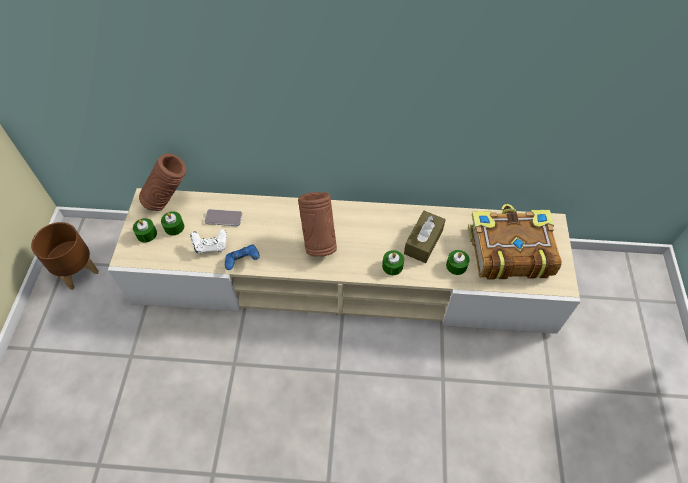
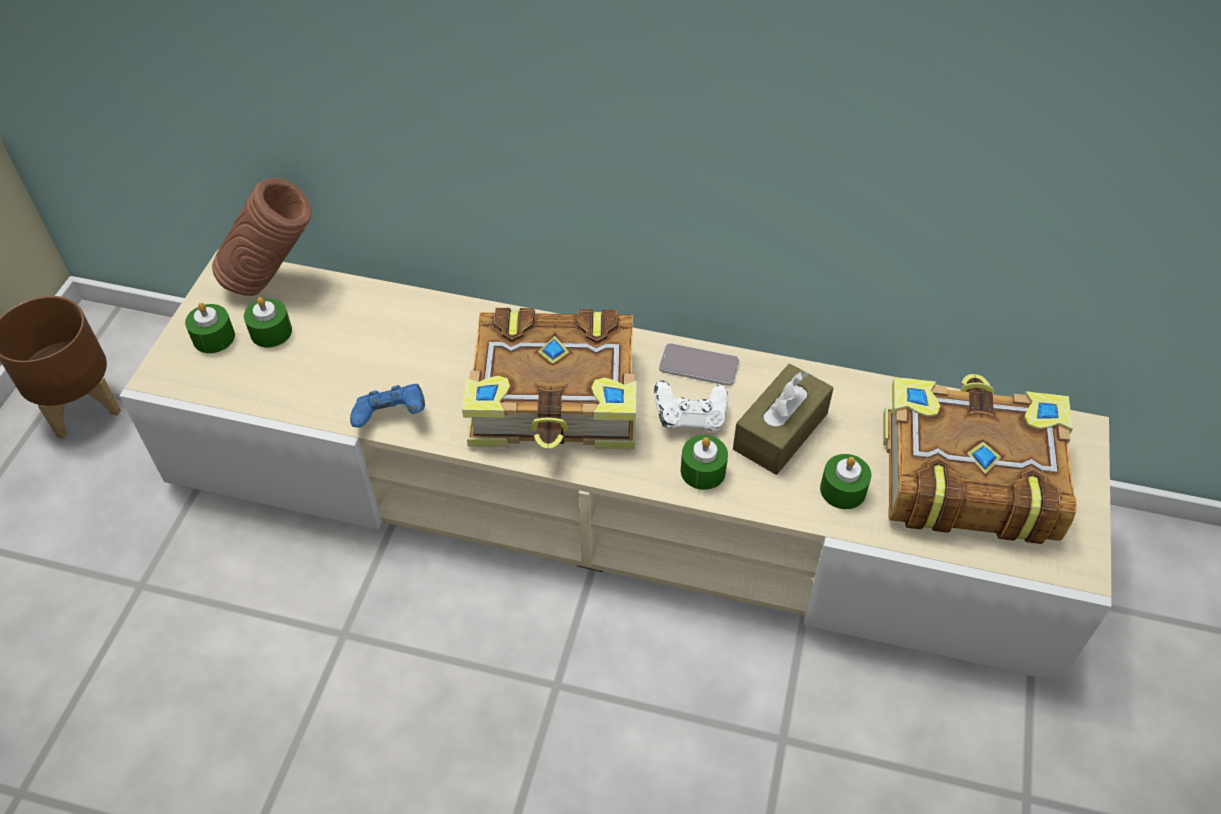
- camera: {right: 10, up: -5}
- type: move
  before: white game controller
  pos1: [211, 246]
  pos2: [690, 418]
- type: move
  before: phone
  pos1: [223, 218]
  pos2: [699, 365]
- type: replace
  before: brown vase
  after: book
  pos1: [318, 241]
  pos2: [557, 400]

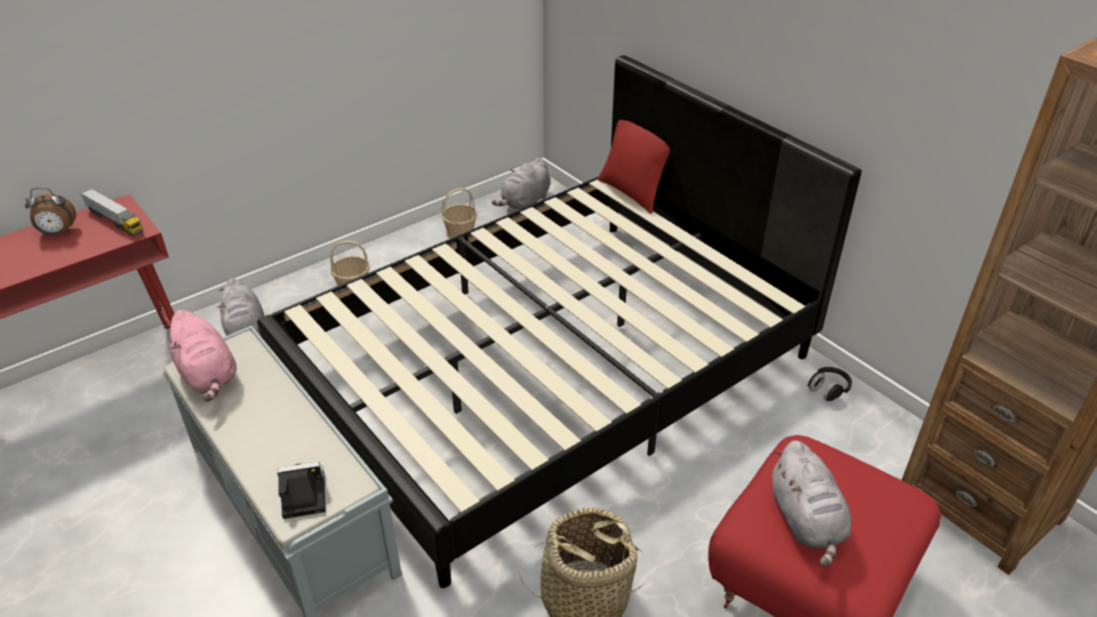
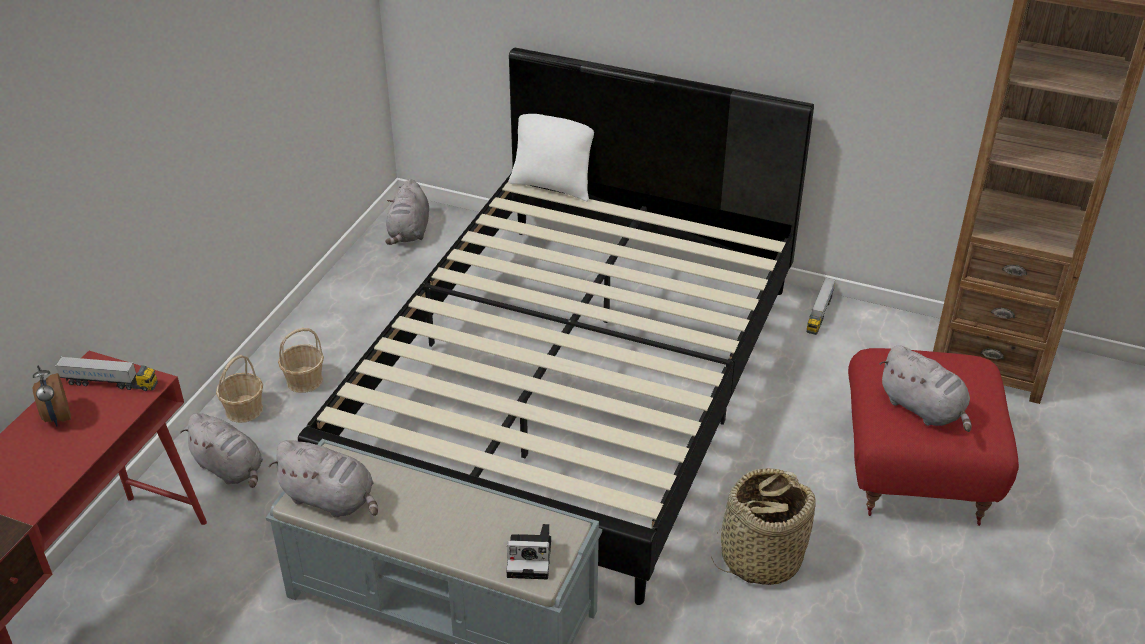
- camera: {right: -30, up: 0}
- type: move
  before: basket
  pos1: [461, 233]
  pos2: [244, 409]
- type: replace
  before: black headphones
  after: toy truck
  pos1: [828, 390]
  pos2: [819, 313]
- type: recolor
  before: pink plush toy
  after: grey plush toy
  pos1: [208, 376]
  pos2: [331, 499]
- type: recolor
  before: red pillow
  after: white pillow
  pos1: [632, 193]
  pos2: [552, 186]
- type: rotate
  before: alarm clock
  pos1: [58, 233]
  pos2: [57, 417]
  turn: 105
- type: rotate
  before: photo camera
  pos1: [301, 496]
  pos2: [531, 558]
  turn: -135

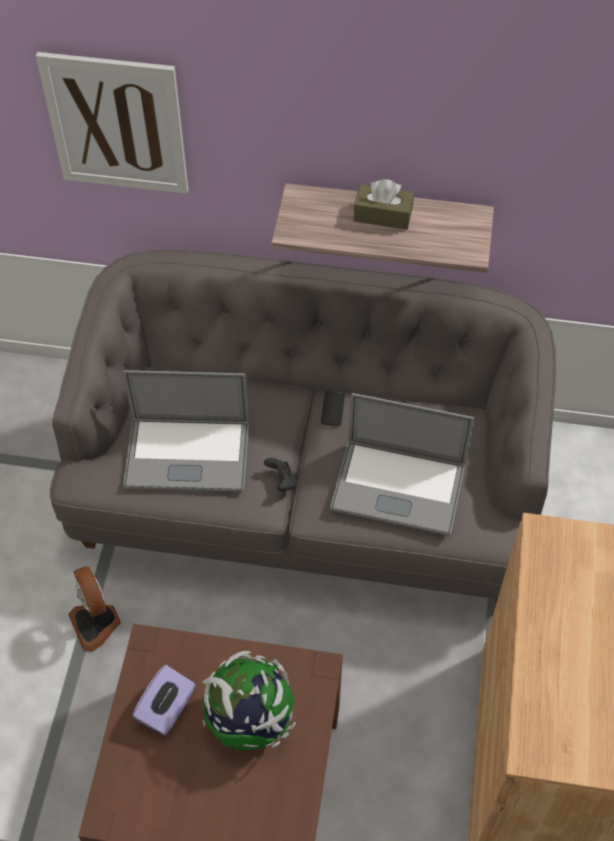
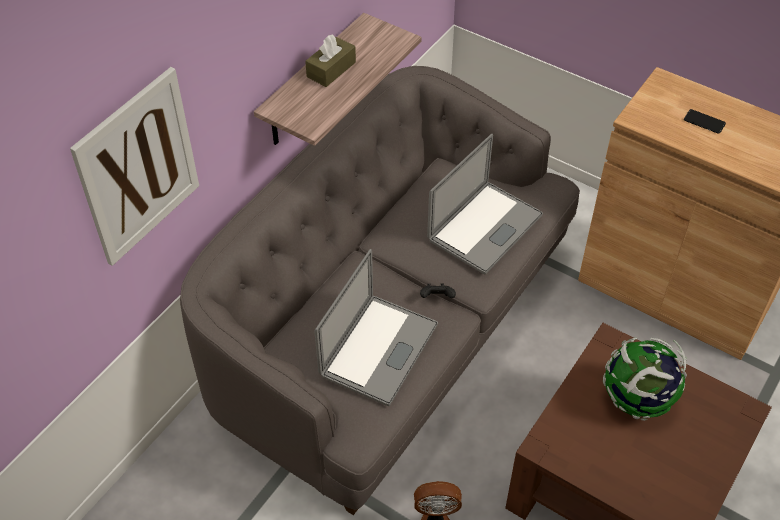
- camera: {right: -65, up: -5}
- type: delete
  before: purple tissue box
  pos1: [167, 709]
- type: move
  before: phone
  pos1: [333, 408]
  pos2: [704, 122]

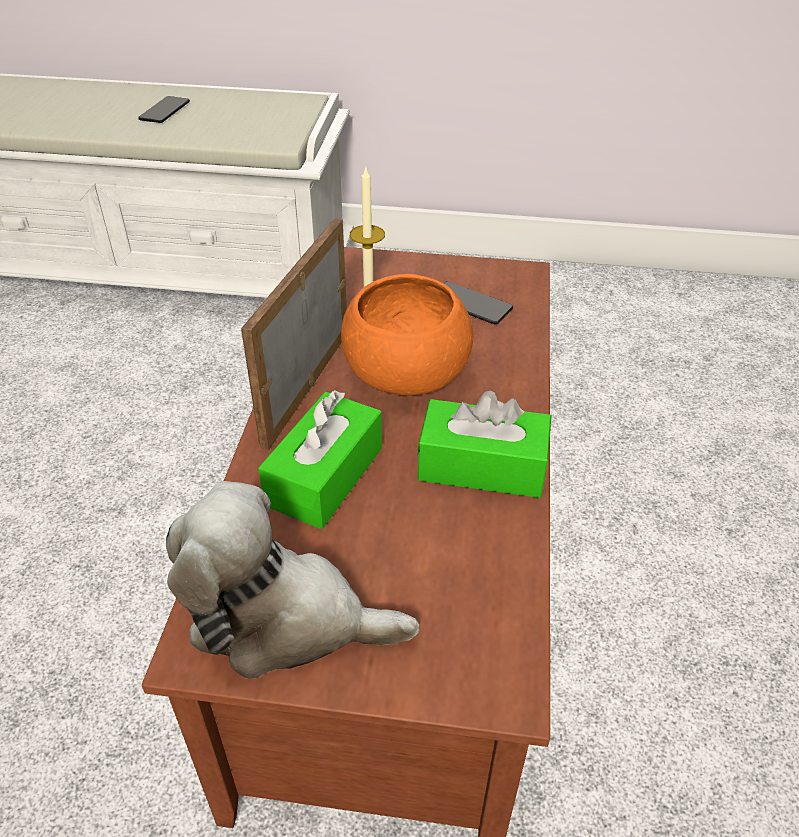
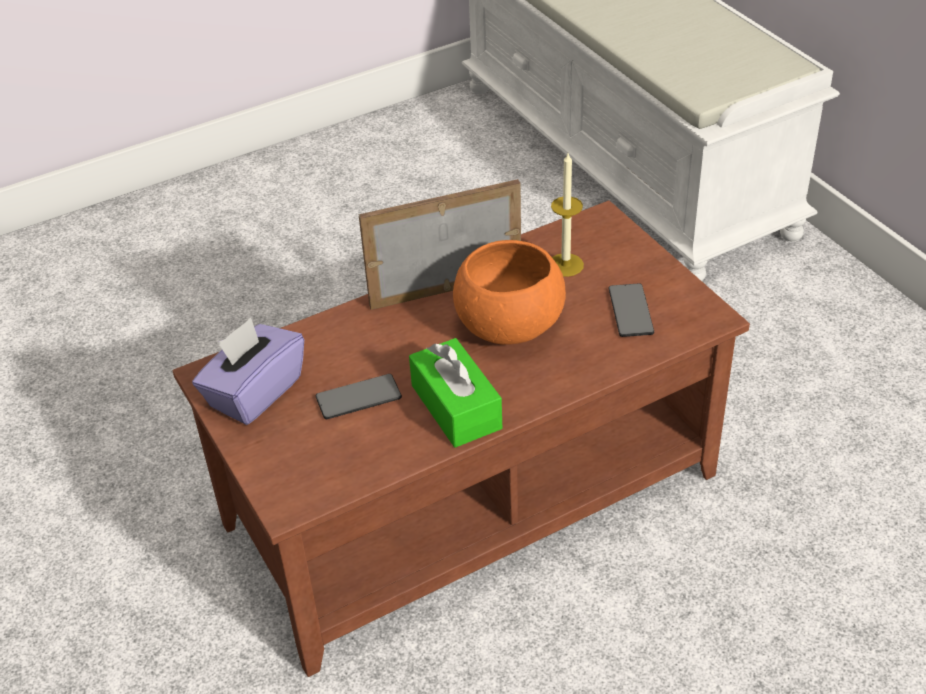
- camera: {right: 55, up: 0}
- type: delete
  before: green tissue box
  pos1: [325, 476]
- type: move
  before: phone
  pos1: [164, 111]
  pos2: [358, 398]
- type: replace
  before: plush toy
  after: purple tissue box
  pos1: [283, 618]
  pos2: [254, 392]

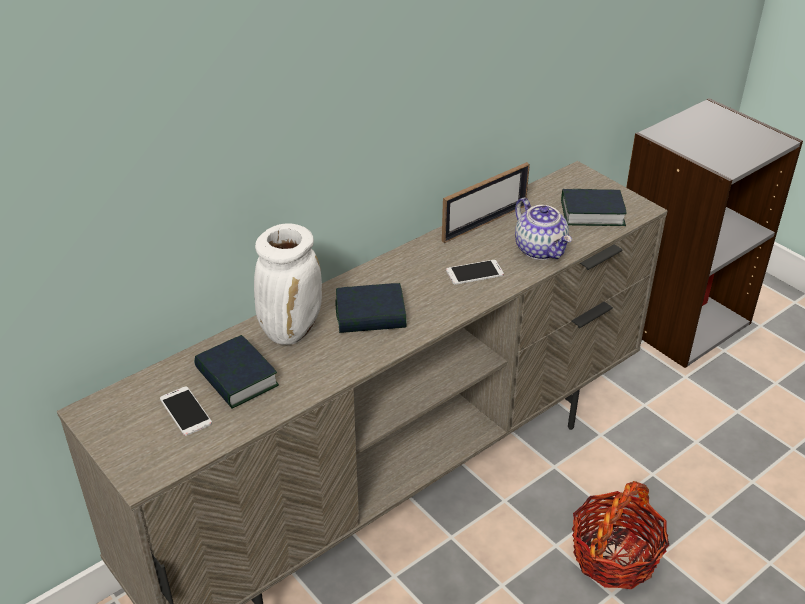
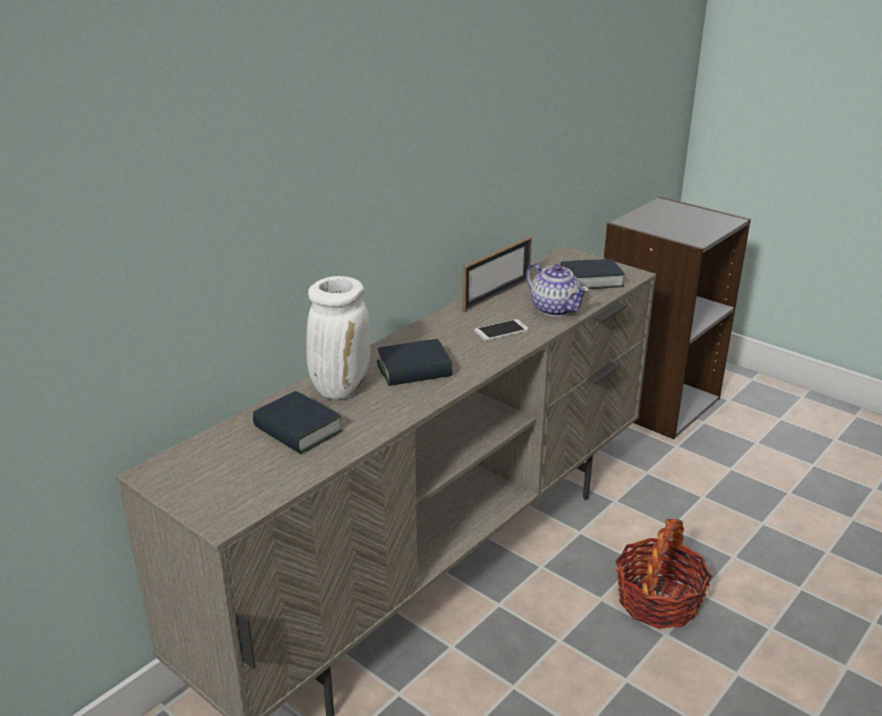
- camera: {right: -10, up: -10}
- type: delete
  before: phone
  pos1: [185, 411]

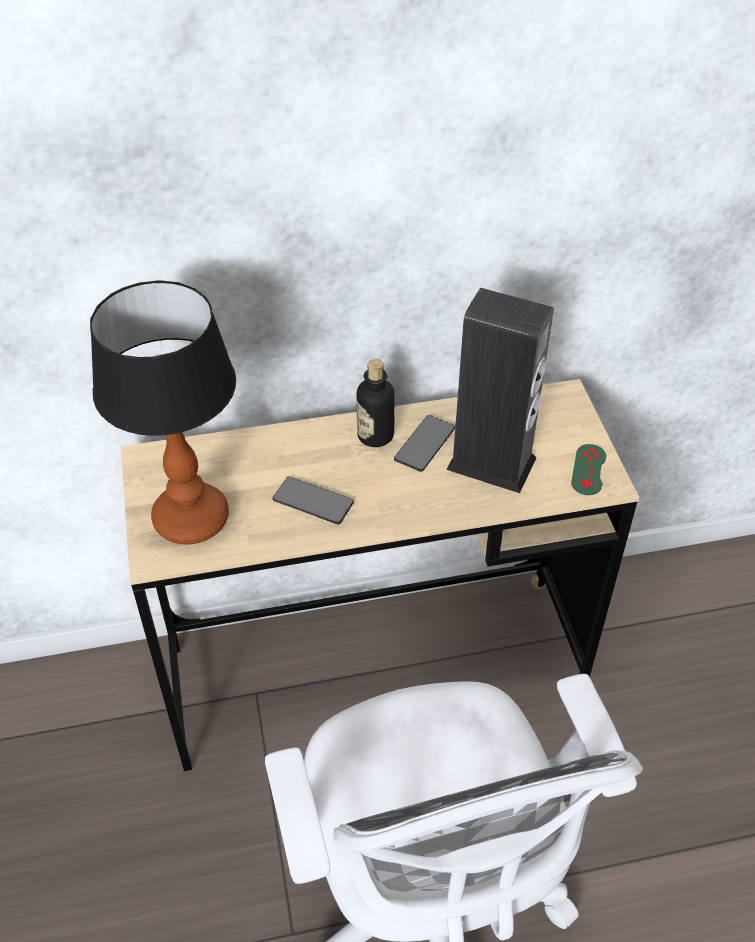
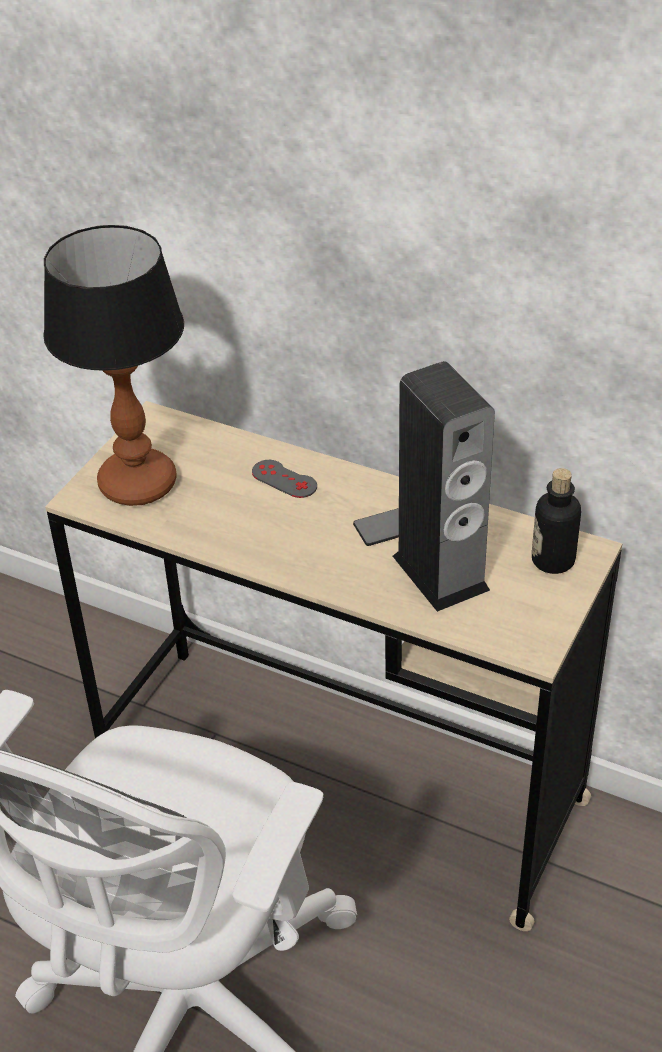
- camera: {right: 40, up: -5}
- type: delete
  before: phone
  pos1: [313, 501]
- type: delete
  before: green game controller
  pos1: [588, 470]
- type: insert
  after: grey game controller
  pos2: [284, 479]
- type: move
  before: bottle
  pos1: [375, 435]
  pos2: [553, 560]

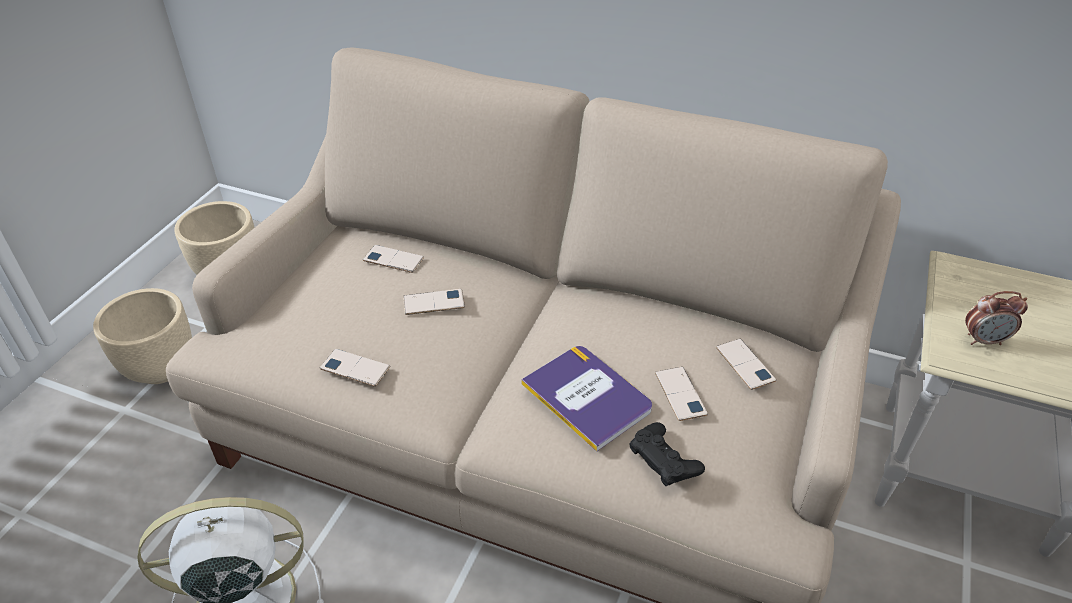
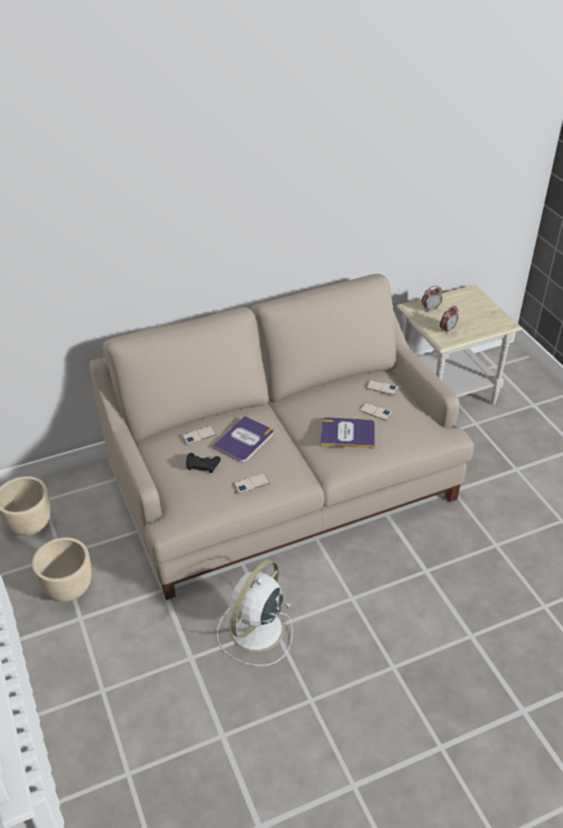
- camera: {right: -45, up: 0}
- type: insert
  after: alarm clock
  pos2: [430, 309]
- type: move
  before: black game controller
  pos1: [664, 459]
  pos2: [202, 464]
- type: replace
  before: phone
  after: book
  pos1: [434, 302]
  pos2: [244, 440]

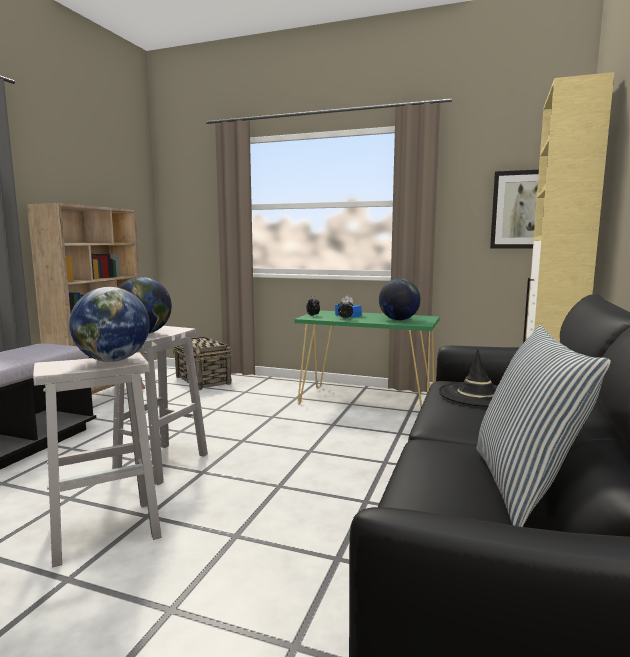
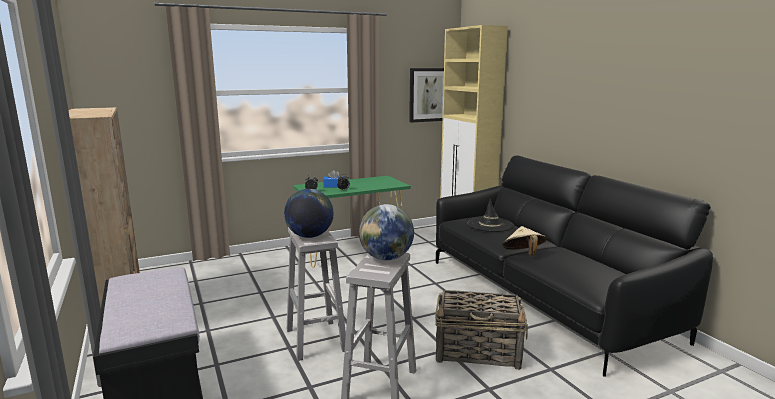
- camera: {right: -45, up: 5}
- type: delete
  before: globe
  pos1: [398, 320]
- type: delete
  before: pillow
  pos1: [524, 487]
- type: insert
  after: beige hat
  pos2: [523, 255]
- type: move
  before: basket
  pos1: [203, 381]
  pos2: [478, 352]

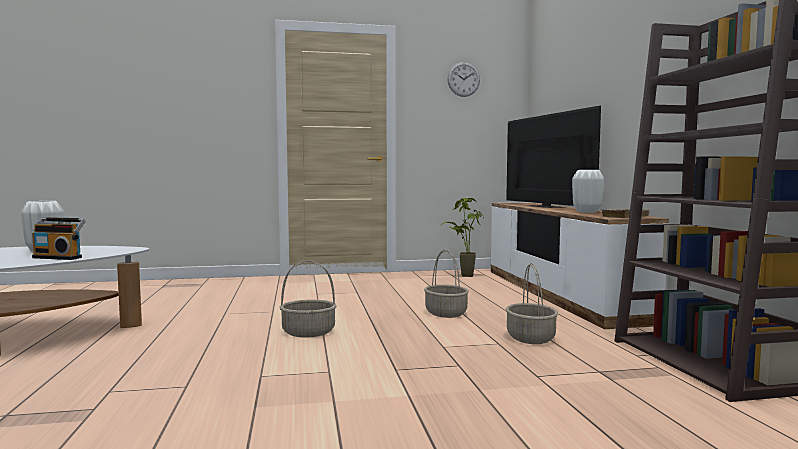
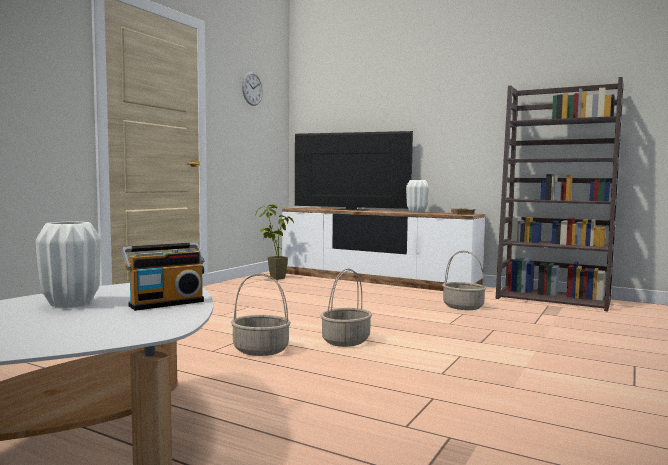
- camera: {right: -50, up: 0}
- type: move
  before: basket
  pos1: [445, 313]
  pos2: [260, 350]

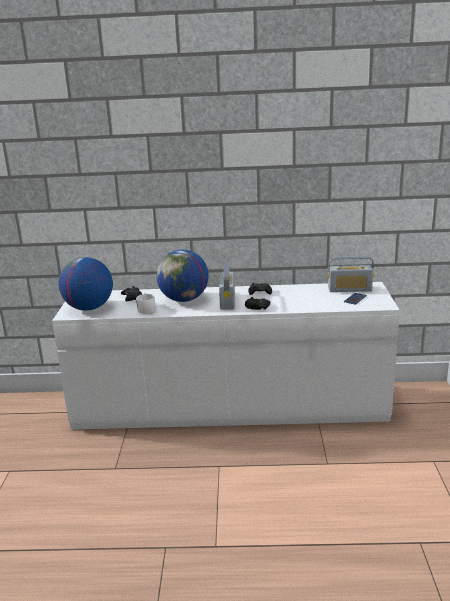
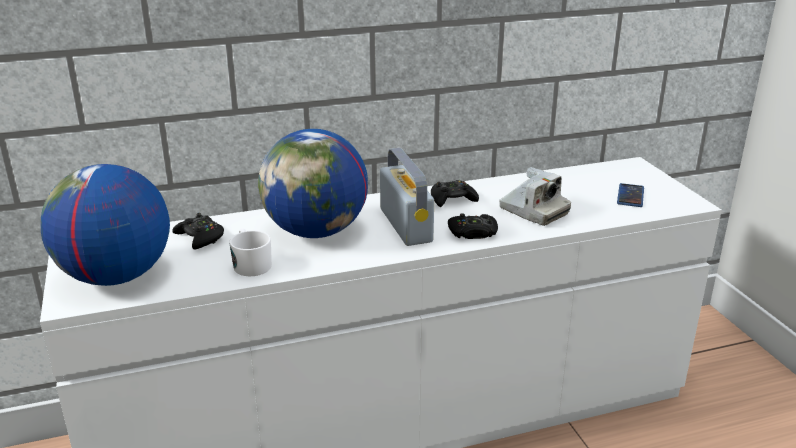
- camera: {right: -20, up: 5}
- type: delete
  before: radio
  pos1: [349, 289]
- type: insert
  after: photo camera
  pos2: [533, 211]

